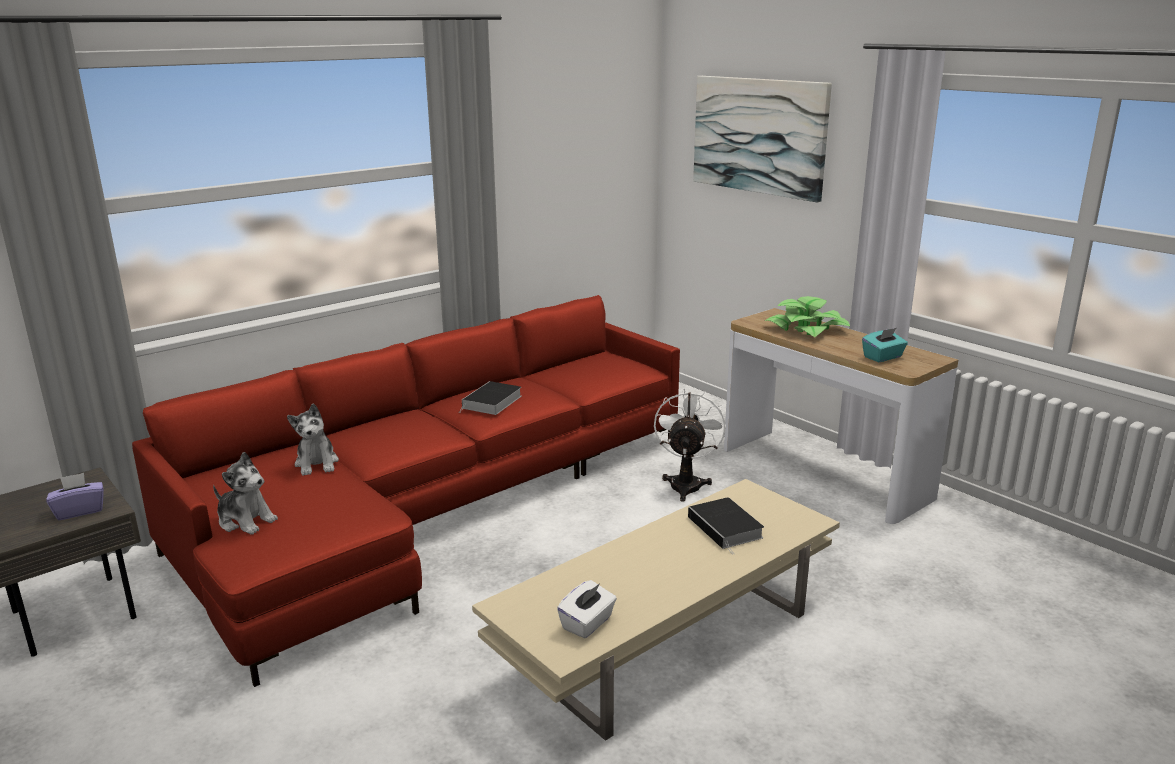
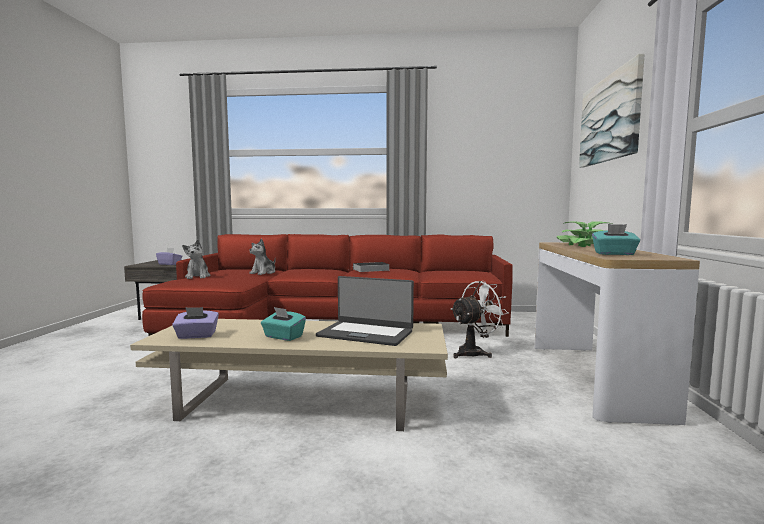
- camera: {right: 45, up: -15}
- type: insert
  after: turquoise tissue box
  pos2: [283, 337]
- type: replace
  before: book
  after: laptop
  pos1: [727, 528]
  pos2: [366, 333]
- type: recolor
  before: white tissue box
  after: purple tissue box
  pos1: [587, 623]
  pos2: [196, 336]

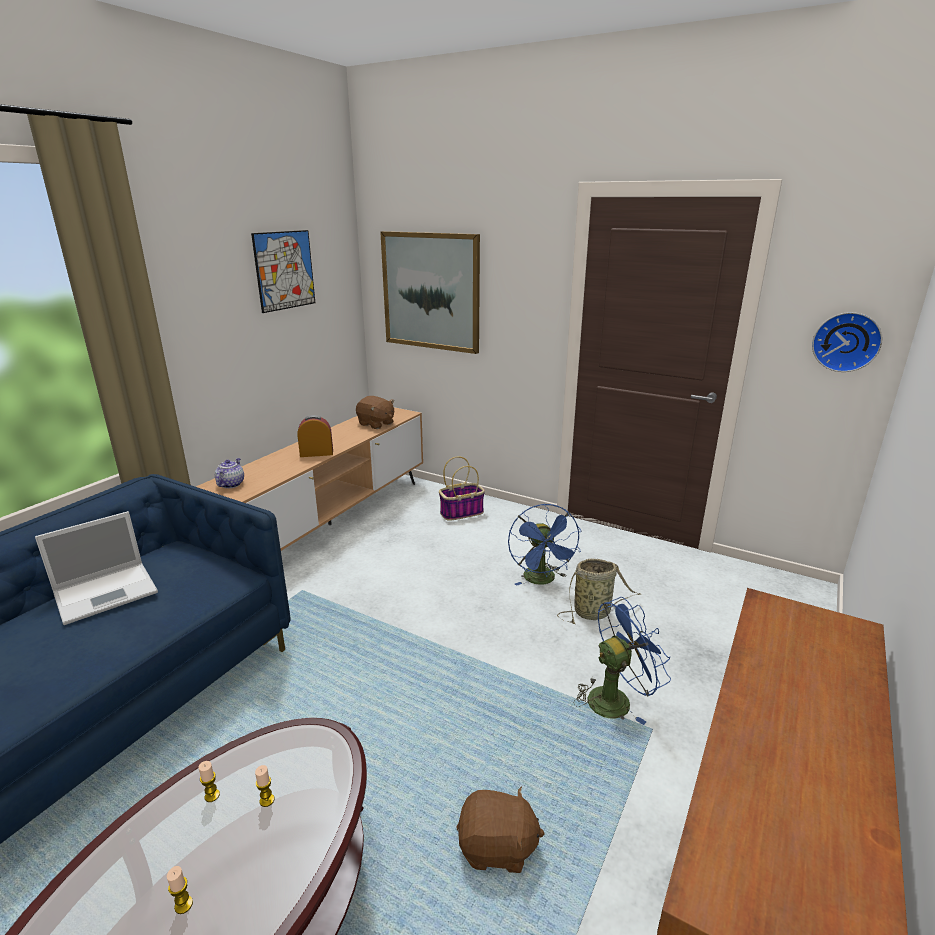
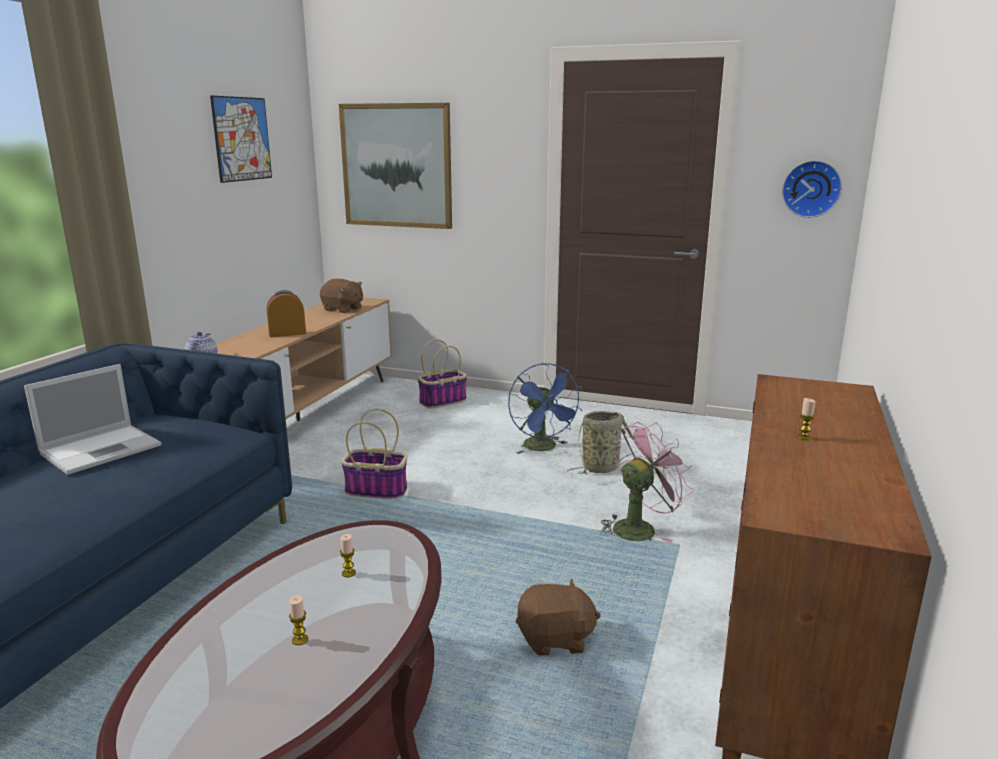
- camera: {right: -10, up: -5}
- type: insert
  after: basket
  pos2: [377, 490]
- type: move
  before: candle
  pos1: [212, 795]
  pos2: [804, 437]
- type: recolor
  before: blue fan
  after: pink fan
  pos1: [615, 698]
  pos2: [640, 527]

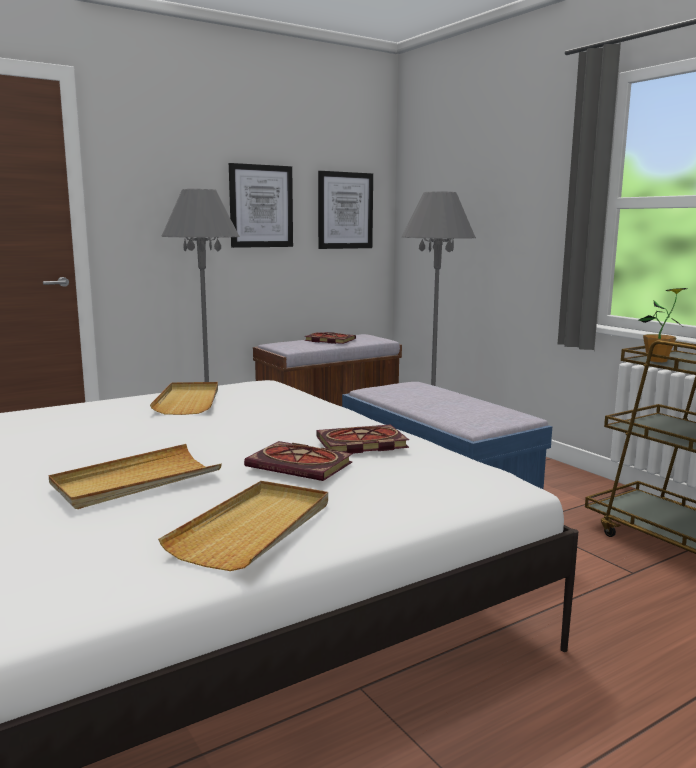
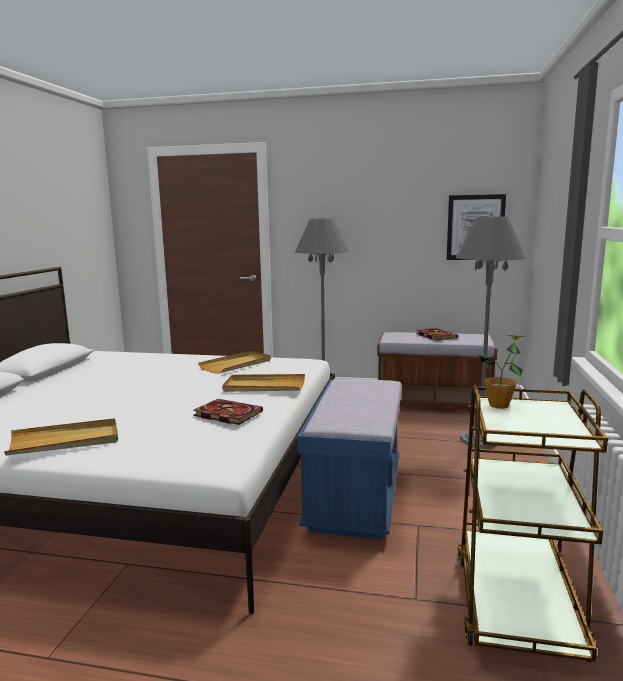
- camera: {right: 45, up: 0}
- type: delete
  before: picture
  pos1: [261, 206]
- type: delete
  before: book
  pos1: [302, 465]
- type: move
  before: beige tray
  pos1: [135, 481]
  pos2: [264, 386]

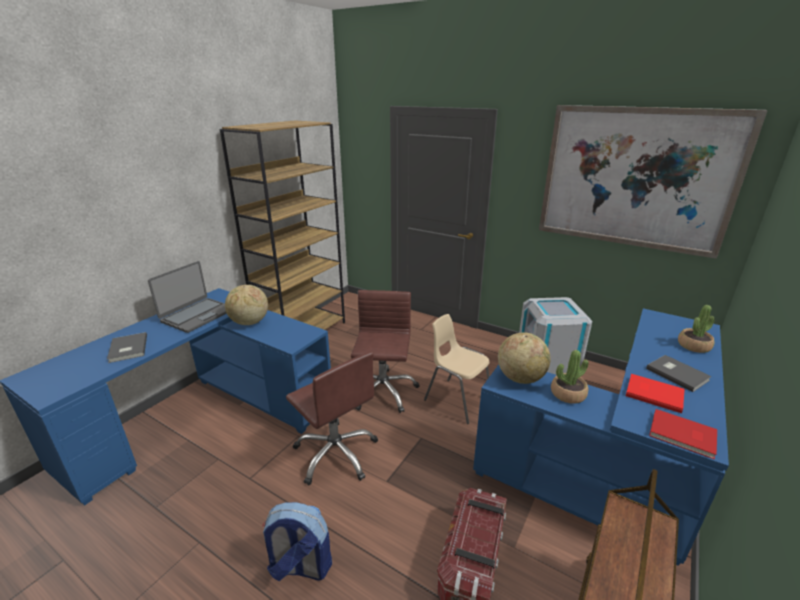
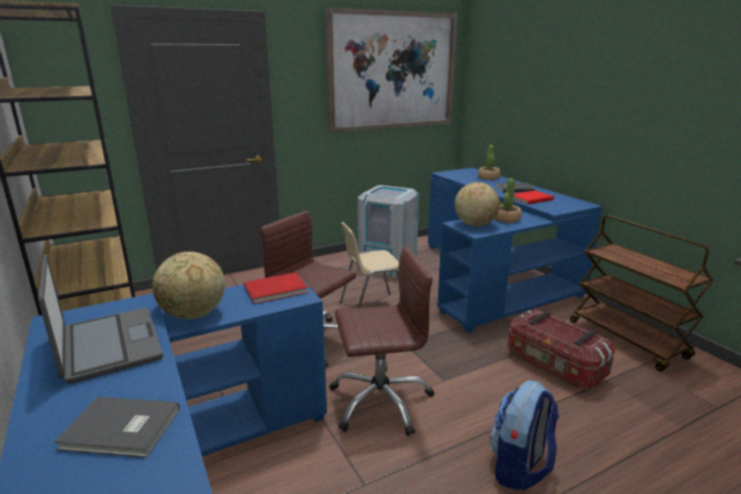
- camera: {right: -60, up: -5}
- type: move
  before: red book
  pos1: [683, 436]
  pos2: [277, 290]

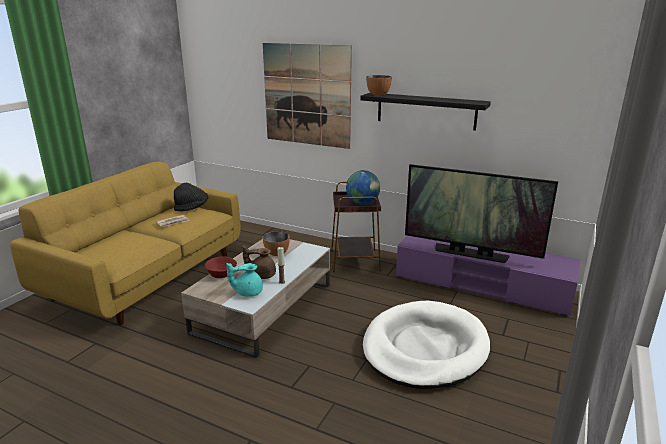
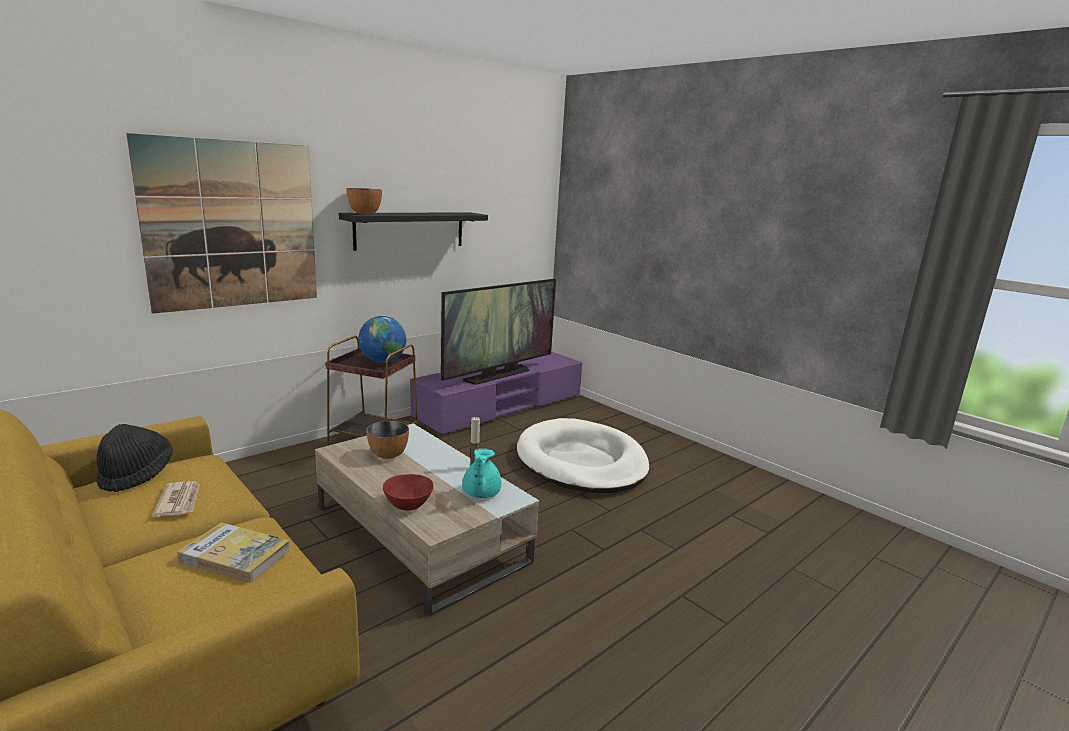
- camera: {right: -70, up: -5}
- type: delete
  before: brown teapot
  pos1: [262, 275]
- type: insert
  after: book
  pos2: [235, 556]

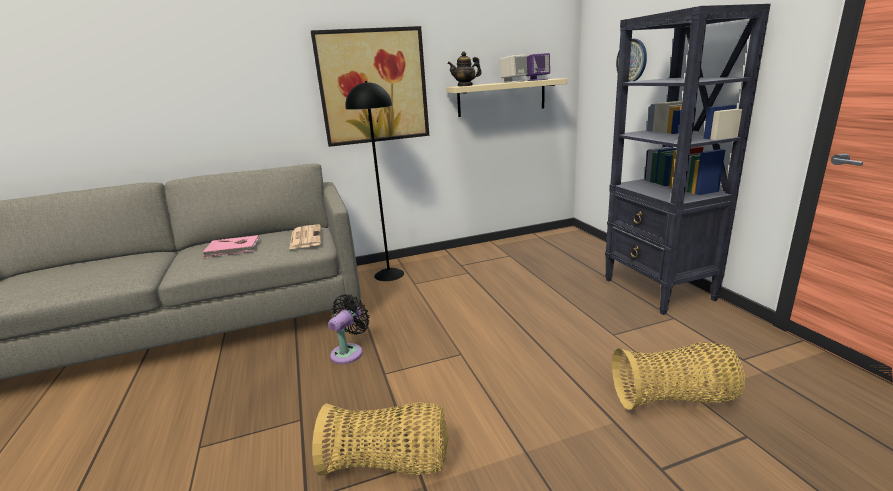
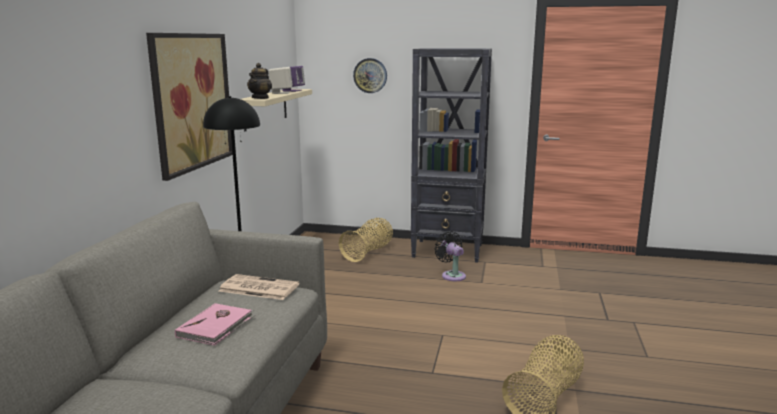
- camera: {right: -60, up: -5}
- type: move
  before: black fan
  pos1: [349, 352]
  pos2: [452, 275]
- type: move
  before: basket
  pos1: [674, 398]
  pos2: [368, 252]

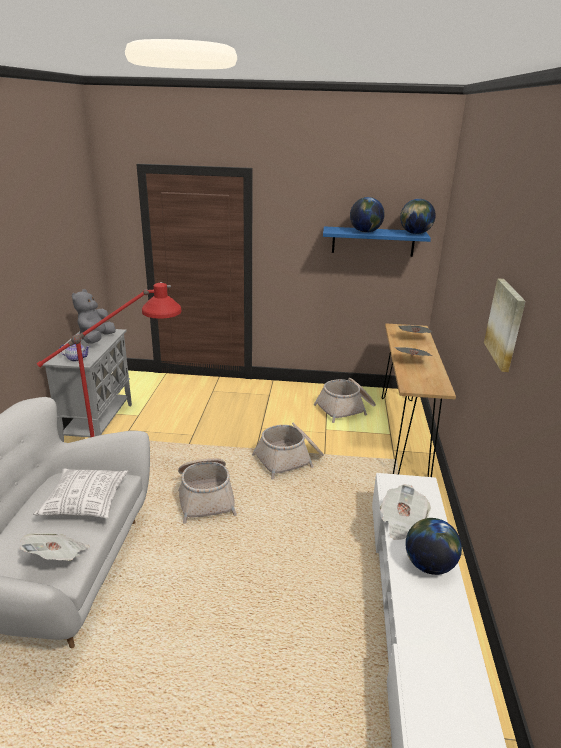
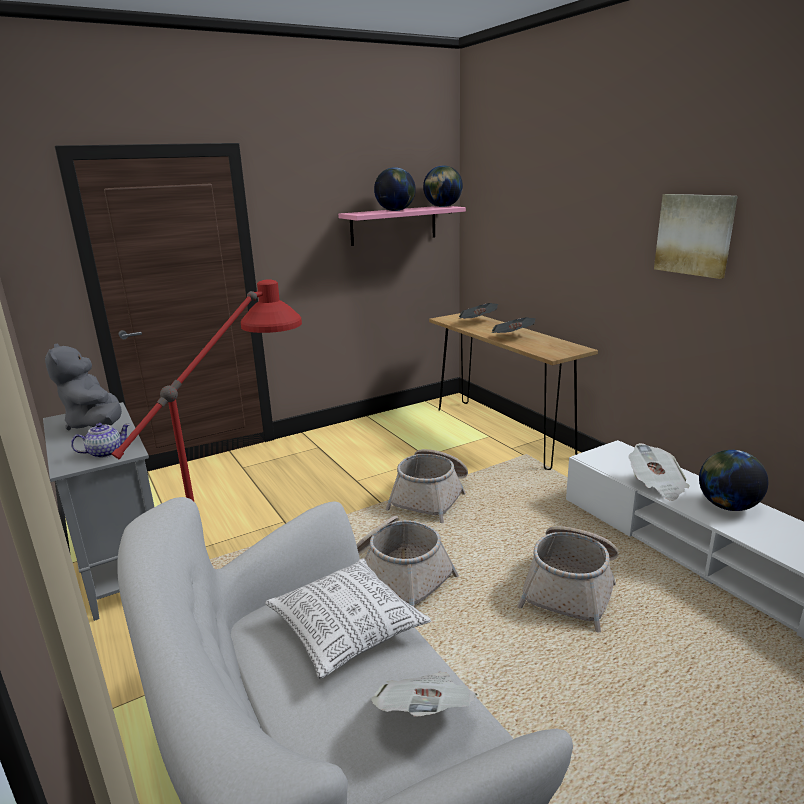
- camera: {right: -35, up: -5}
- type: move
  before: basket
  pos1: [346, 409]
  pos2: [571, 587]
- type: recolor
  before: blue shelf
  after: pink shelf
  pos1: [373, 241]
  pos2: [393, 225]

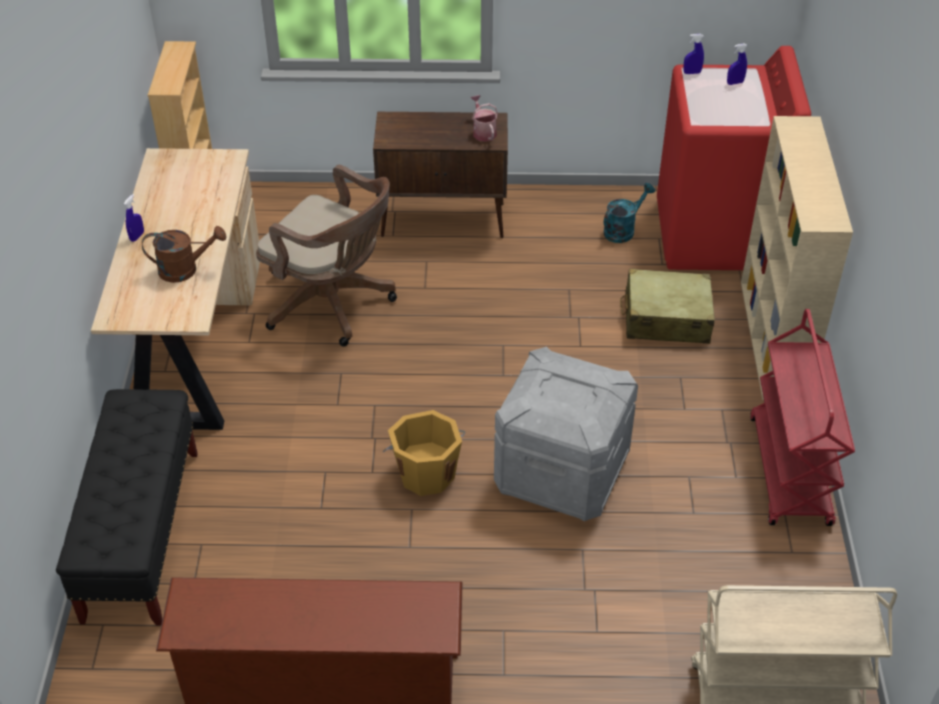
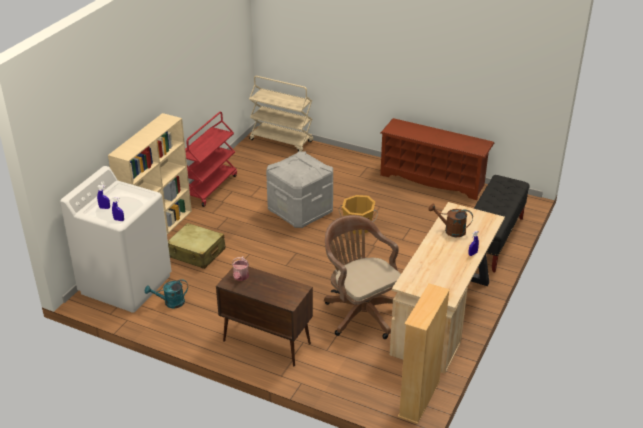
- camera: {right: -155, up: -10}
- type: recolor
  before: red washing machine
  after: white washing machine
  pos1: [715, 236]
  pos2: [126, 284]

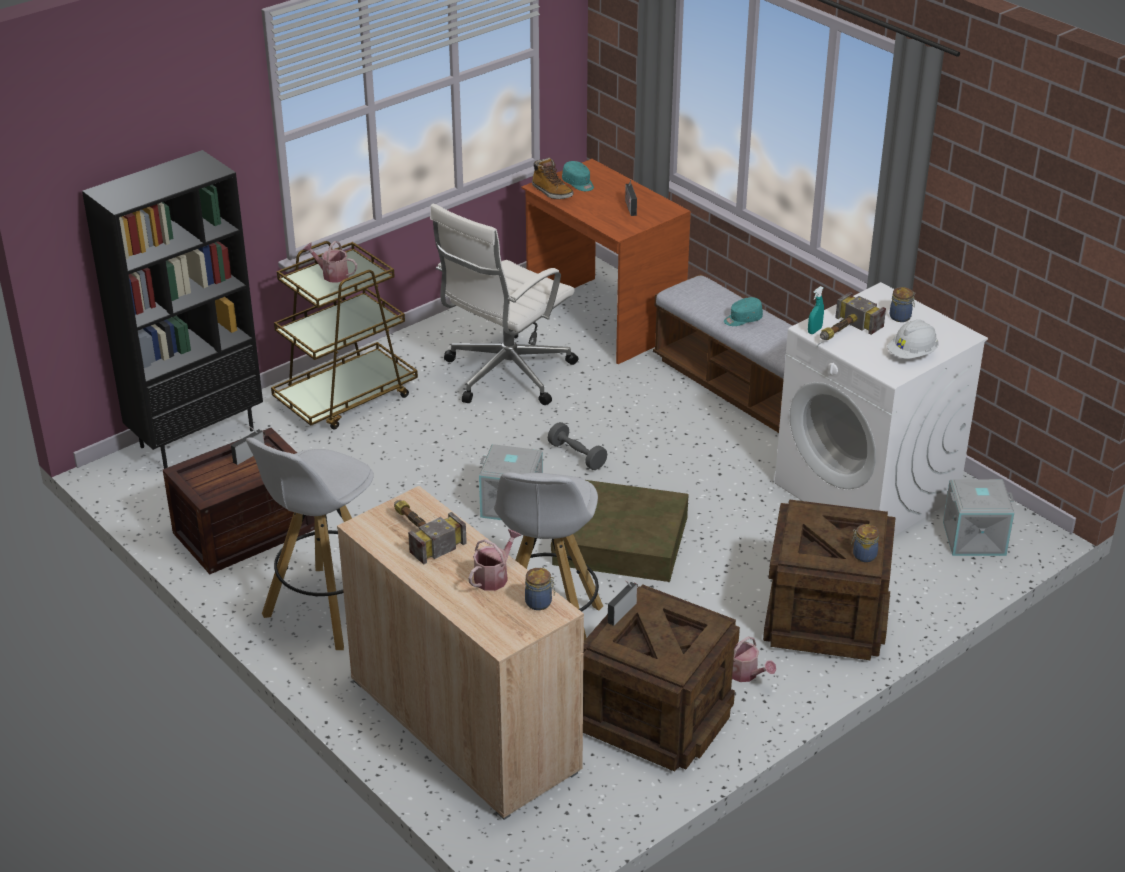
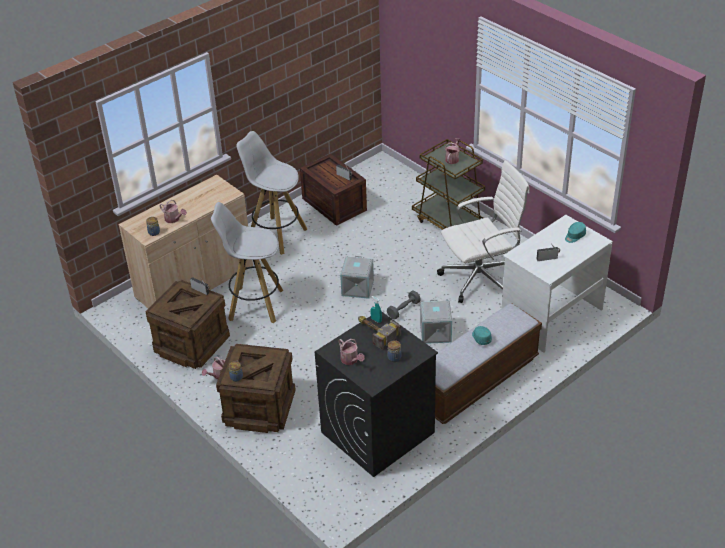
- camera: {right: 90, up: 5}
- type: delete
  before: black bookcase
  pos1: [197, 437]
- type: delete
  before: hammer
  pos1: [420, 532]
- type: delete
  before: boot
  pos1: [551, 192]
- type: delete
  before: brown storage box
  pos1: [620, 540]
- type: move
  before: grey storage box
  pos1: [974, 537]
  pos2: [436, 333]
- type: replace
  before: white hard hat
  after: watering can
  pos1: [912, 354]
  pos2: [351, 360]
- type: recolor
  before: brown desk
  after: white desk
  pos1: [603, 320]
  pos2: [551, 316]
- type: recolor
  before: white washing machine
  after: black washing machine
  pos1: [868, 490]
  pos2: [377, 433]
- type: rotate
  before: white office chair
  pos1: [505, 375]
  pos2: [481, 278]
  turn: 120

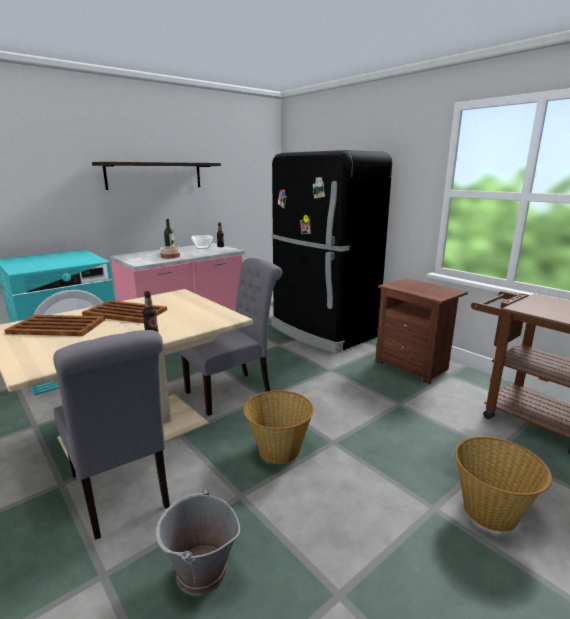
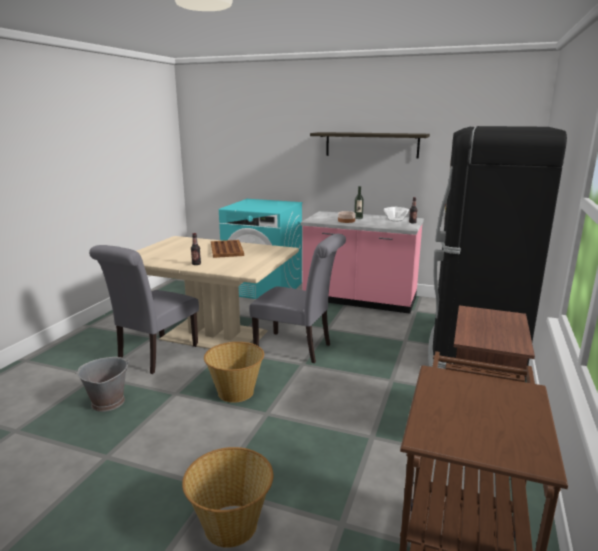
- camera: {right: 60, up: 0}
- type: delete
  before: brown tray
  pos1: [58, 327]

